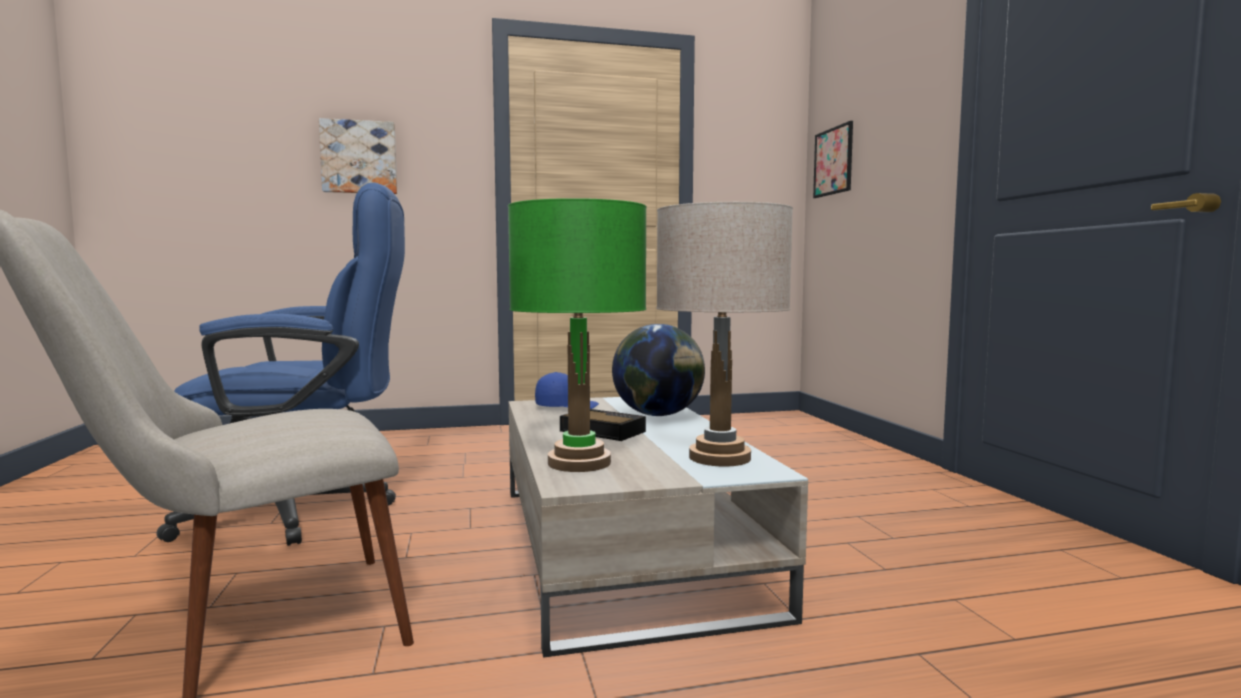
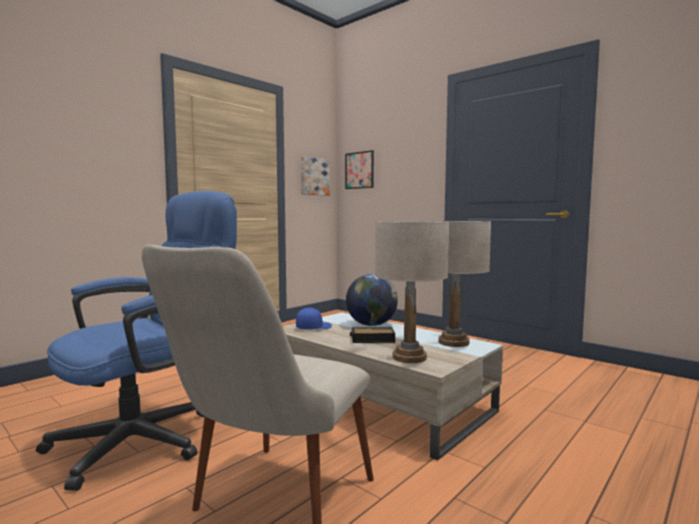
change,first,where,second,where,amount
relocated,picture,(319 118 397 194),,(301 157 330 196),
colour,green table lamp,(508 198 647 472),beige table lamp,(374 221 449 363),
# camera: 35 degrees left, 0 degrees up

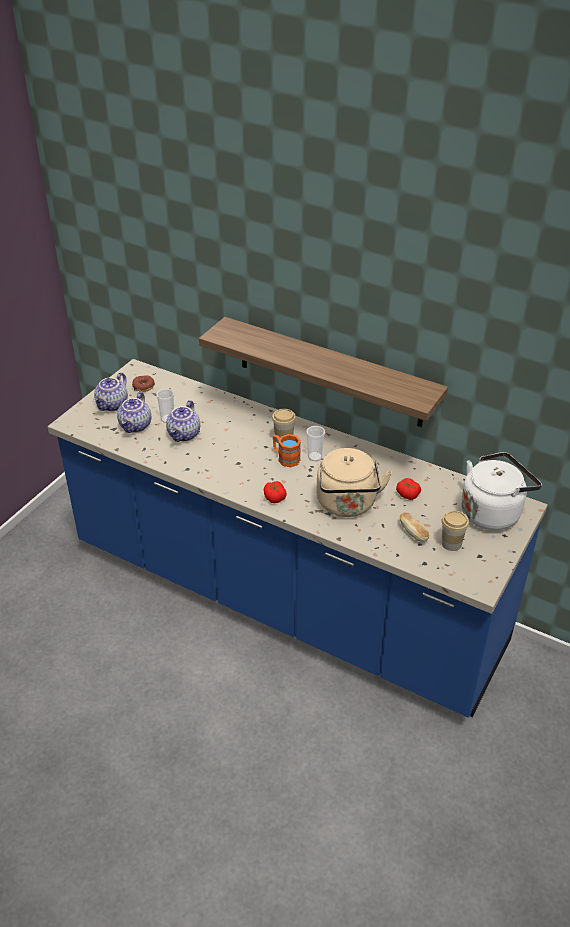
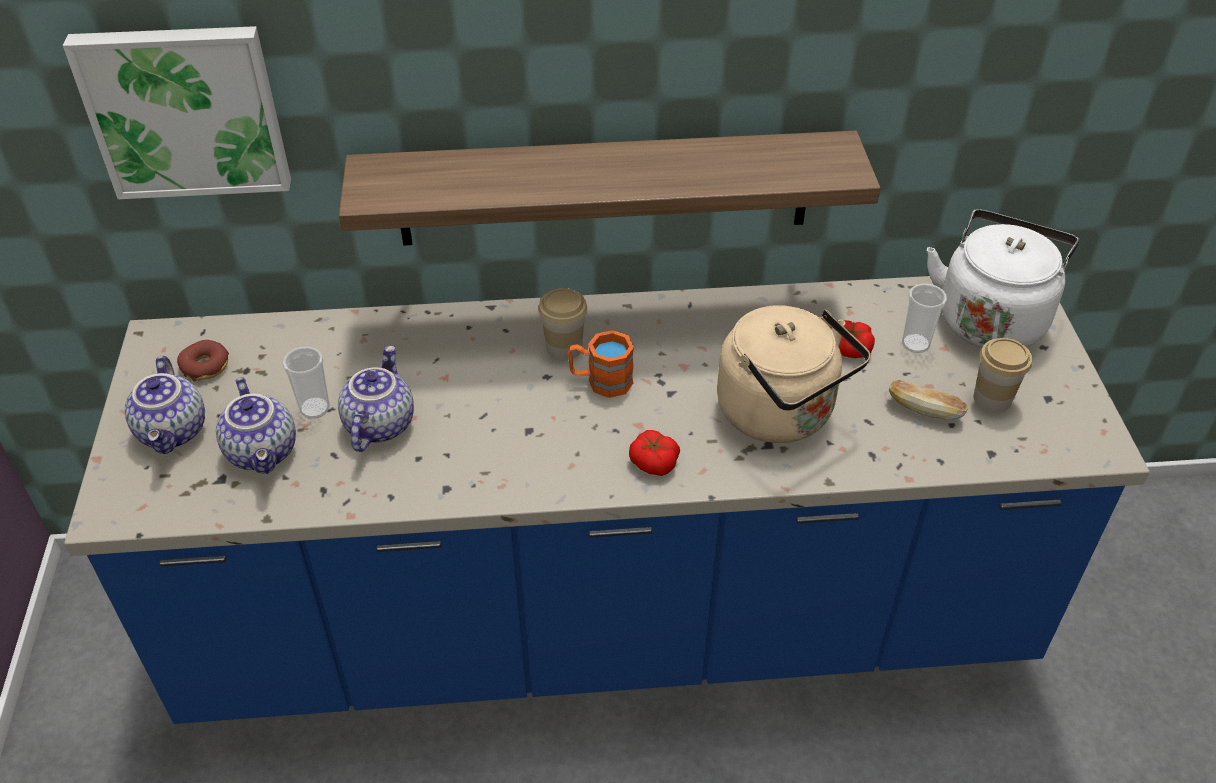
change,first,where,second,where,amount
spun,teapot,(166 400 200 442),,(338 346 414 452),150 degrees counterclockwise
relocated,cup,(306 426 325 461),,(902 283 947 353),
appeared,,,picture,(63 26 291 199),
# camera: 35 degrees left, 5 degrees up

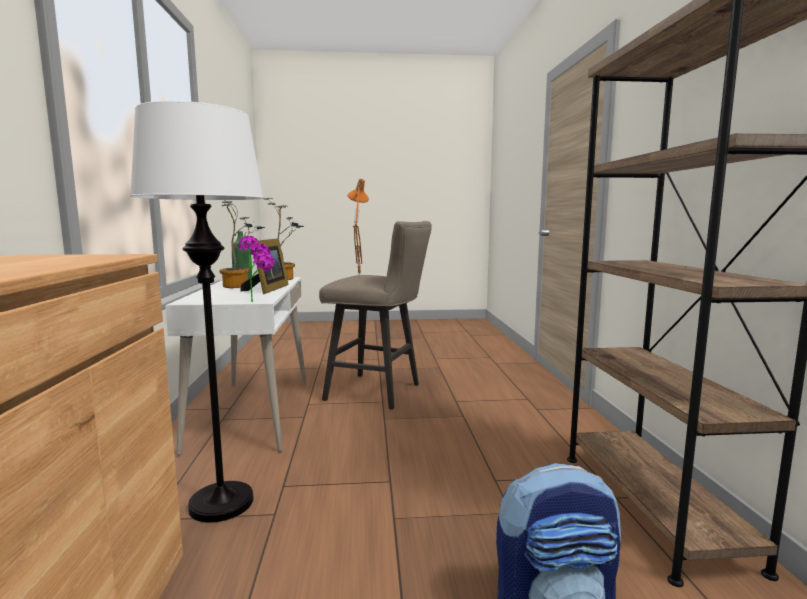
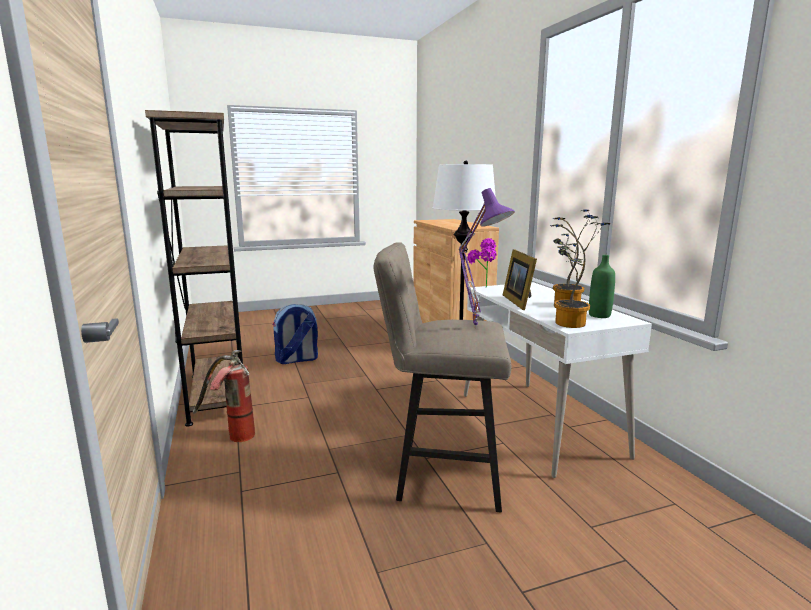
change,first,where,second,where,amount
colour,orange table lamp,(347 179 369 275),purple table lamp,(459 188 515 328),
appeared,,,fire extinguisher,(193 350 255 442),
# camera: 165 degrees right, 5 degrees up

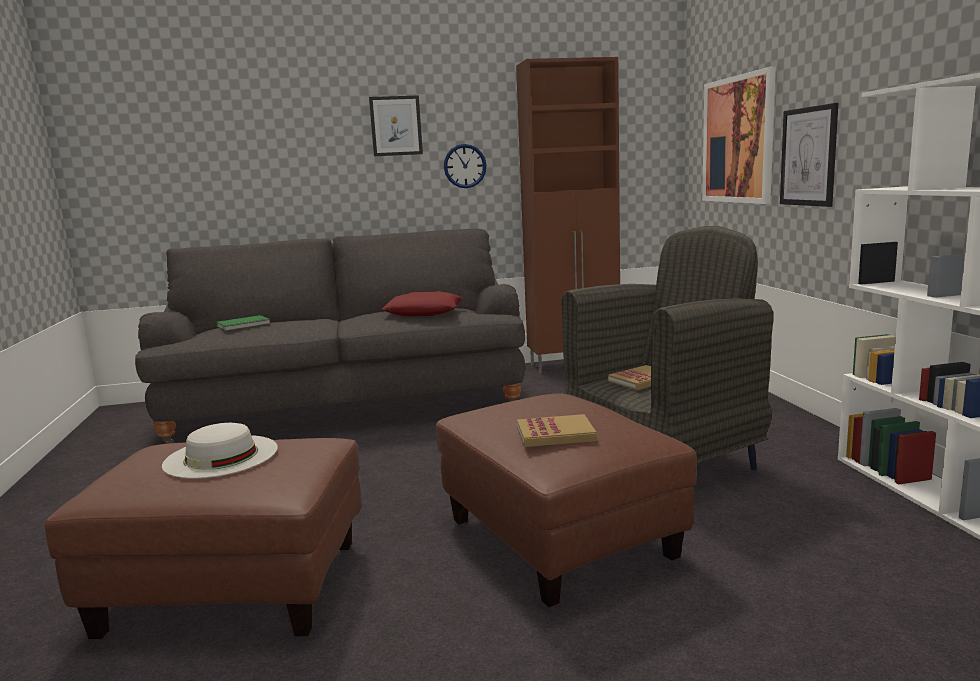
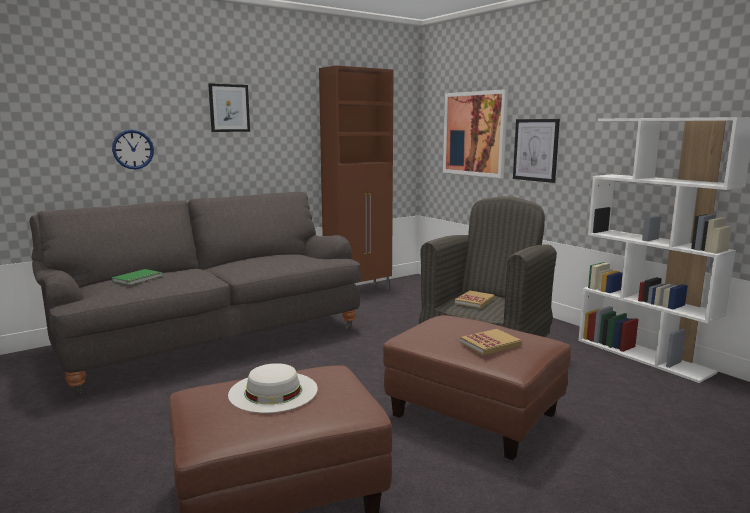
change,first,where,second,where,amount
missing,red pillow,(381 291 463 317),,,
relocated,wall clock,(444 144 487 188),,(112 129 154 170),
# camera: 25 degrees left, 0 degrees up

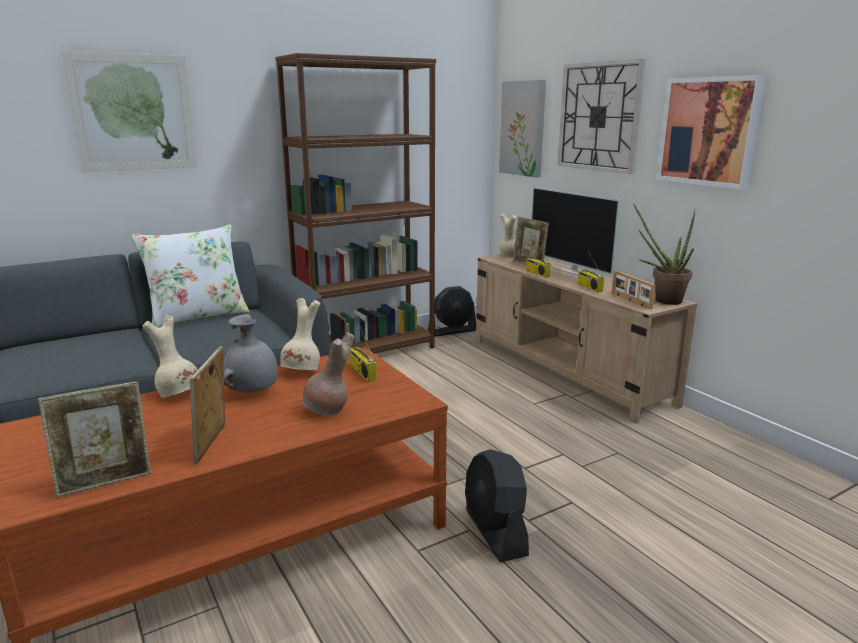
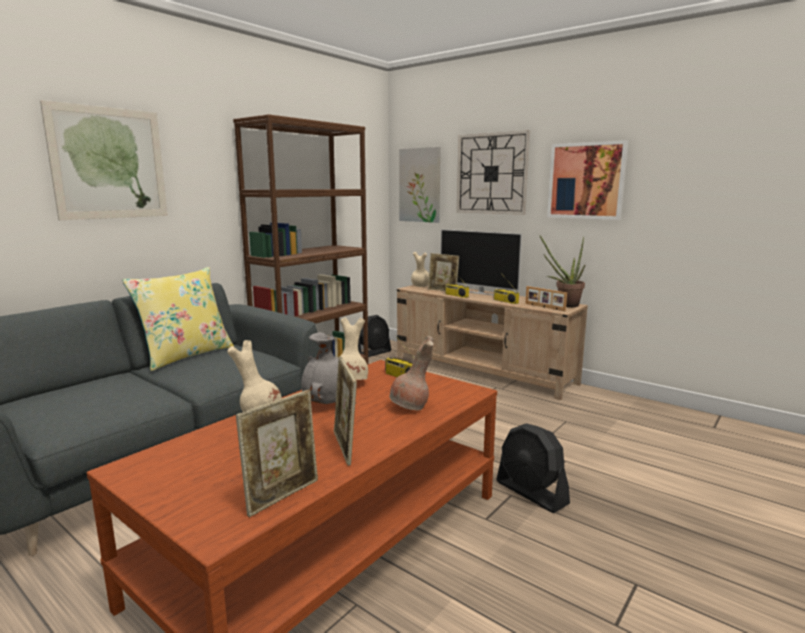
change,first,where,second,where,amount
colour,white pillow,(131 224 250 328),yellow pillow,(122 267 234 371),
# camera: 20 degrees left, 5 degrees down

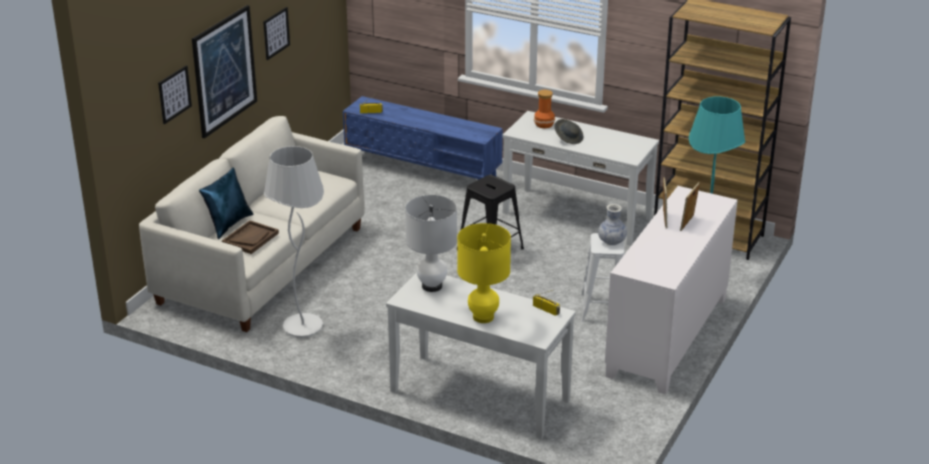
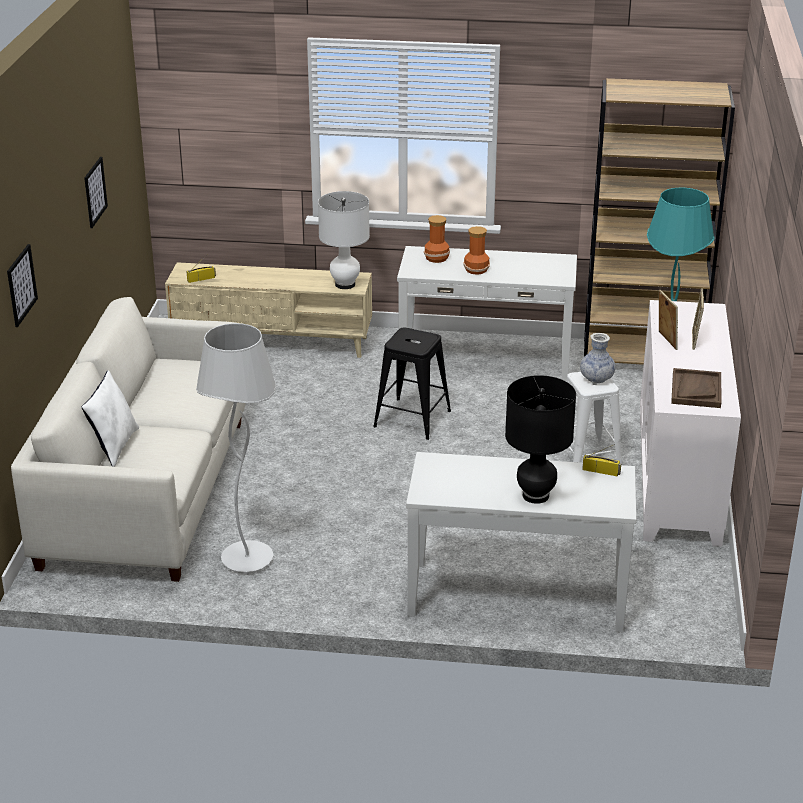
change,first,where,second,where,amount
missing,picture,(191 5 257 138),,,
colour,blue pillow,(199 167 253 239),white pillow,(82 370 139 467),
relocated,brown tray,(222 220 279 254),,(671 368 721 408),
colour,blue tv stand,(343 96 503 180),beige tv stand,(165 262 372 358),
relocated,white table lamp,(405 195 457 292),,(318 191 370 289),
colour,yellow table lamp,(457 223 511 323),black table lamp,(505 375 576 504),
exchanged,grey hat,(554 119 583 144),vase,(463 226 490 275),
# camera: 20 degrees left, 0 degrees up

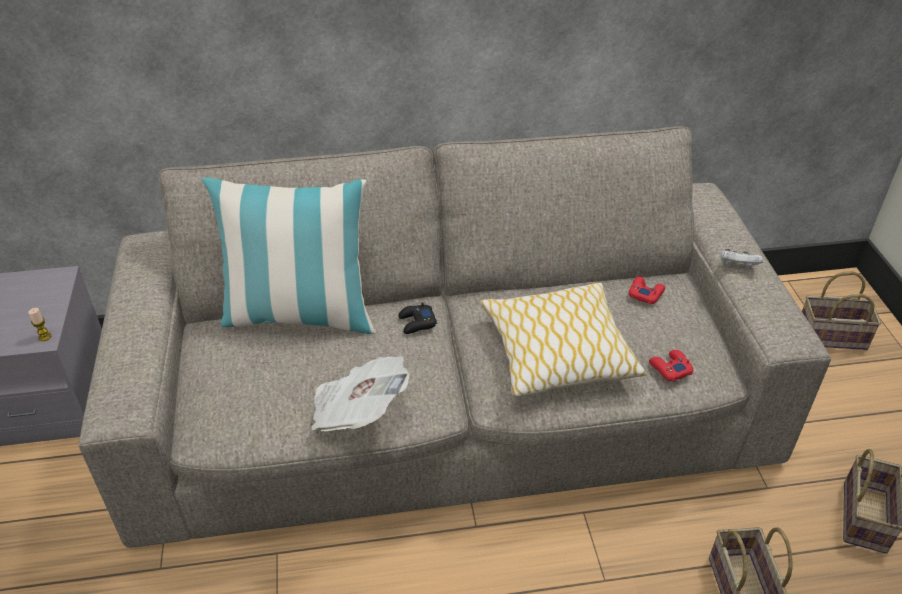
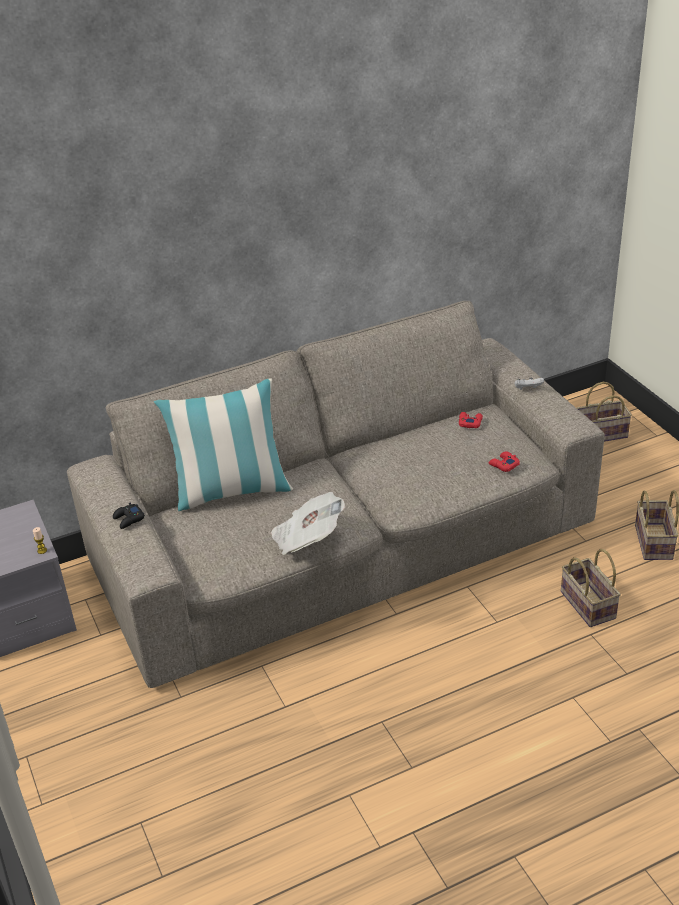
change,first,where,second,where,amount
relocated,black game controller,(398 302 437 334),,(113 503 145 529),
missing,pillow,(480 283 647 397),,,
# camera: 15 degrees left, 5 degrees down

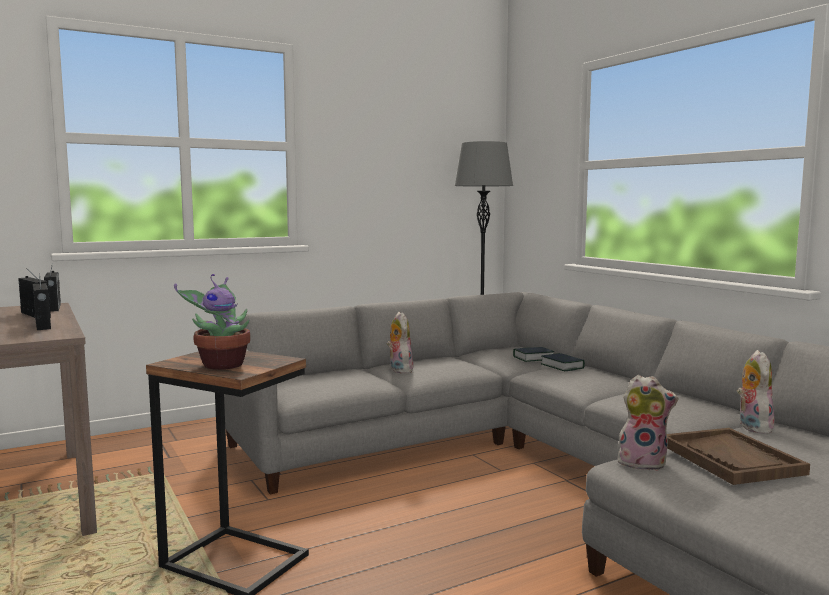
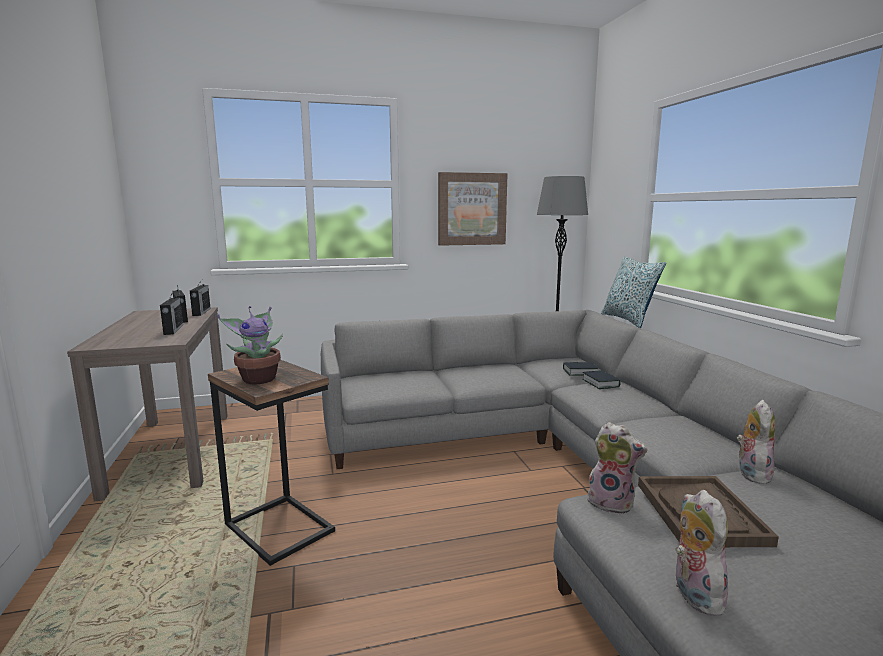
change,first,where,second,where,amount
relocated,plush toy,(387 312 413 373),,(675 490 728 617),
appeared,,,picture,(438 172 508 246),
appeared,,,pillow,(601 257 666 328),
# camera: 15 degrees right, 5 degrees up

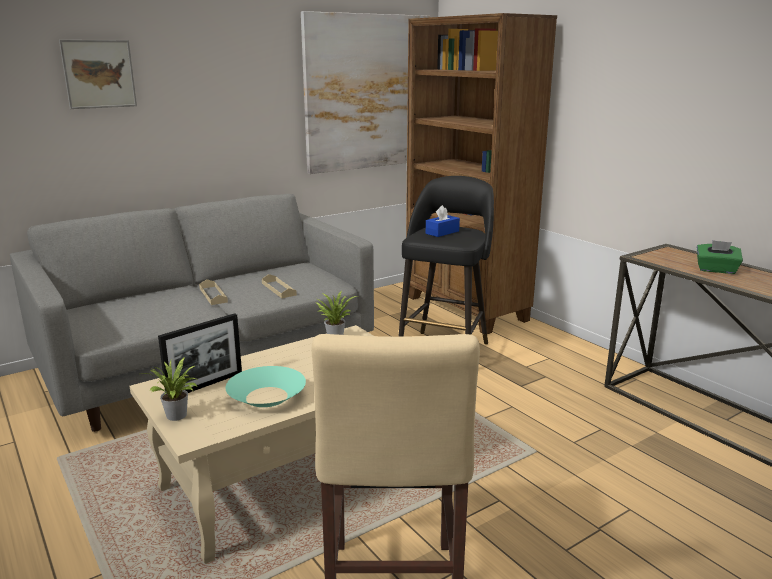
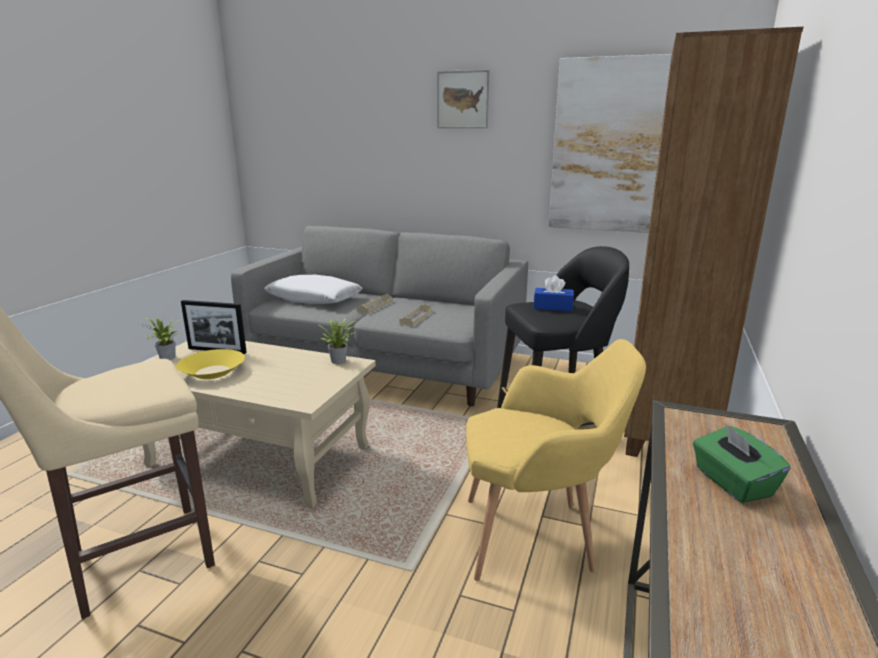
change,first,where,second,where,amount
relocated,picture,(59 40 137 109),,(437 70 489 128),
colour,turquoise bowl,(225 366 306 407),yellow bowl,(176 349 245 379),
appeared,,,white pillow,(264 275 363 304),
appeared,,,yellow armchair,(466 339 646 581),
# camera: 55 degrees right, 0 degrees up

